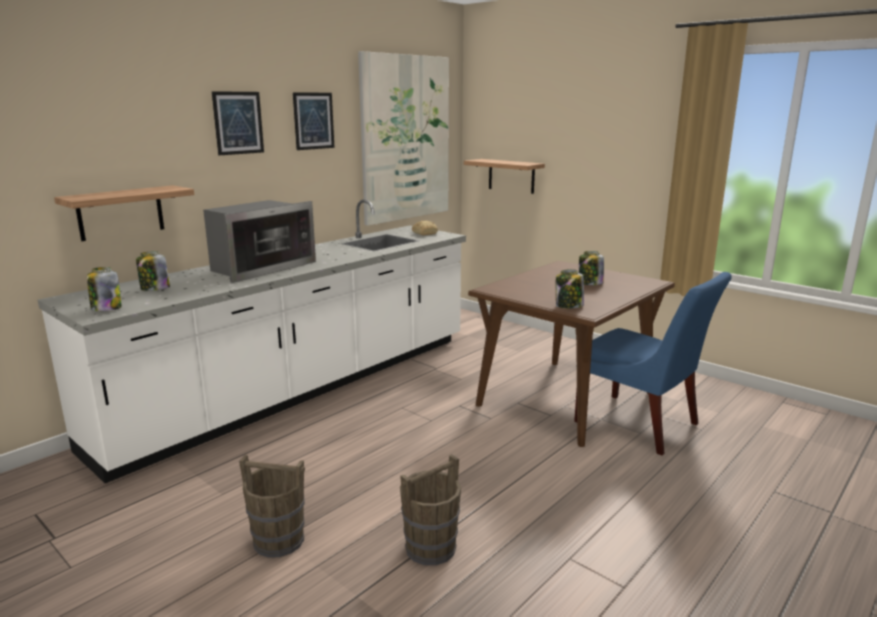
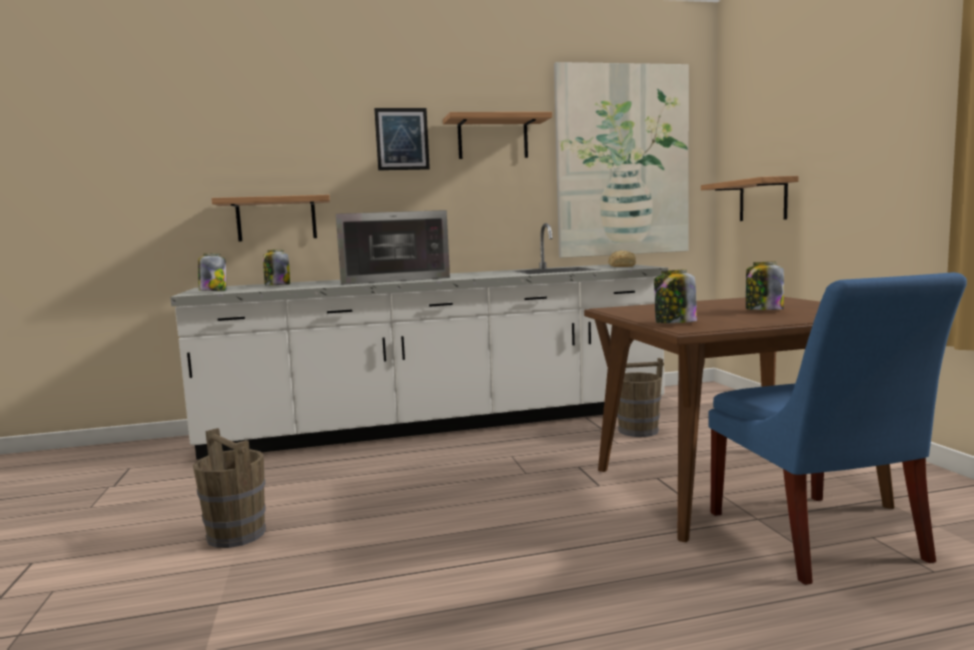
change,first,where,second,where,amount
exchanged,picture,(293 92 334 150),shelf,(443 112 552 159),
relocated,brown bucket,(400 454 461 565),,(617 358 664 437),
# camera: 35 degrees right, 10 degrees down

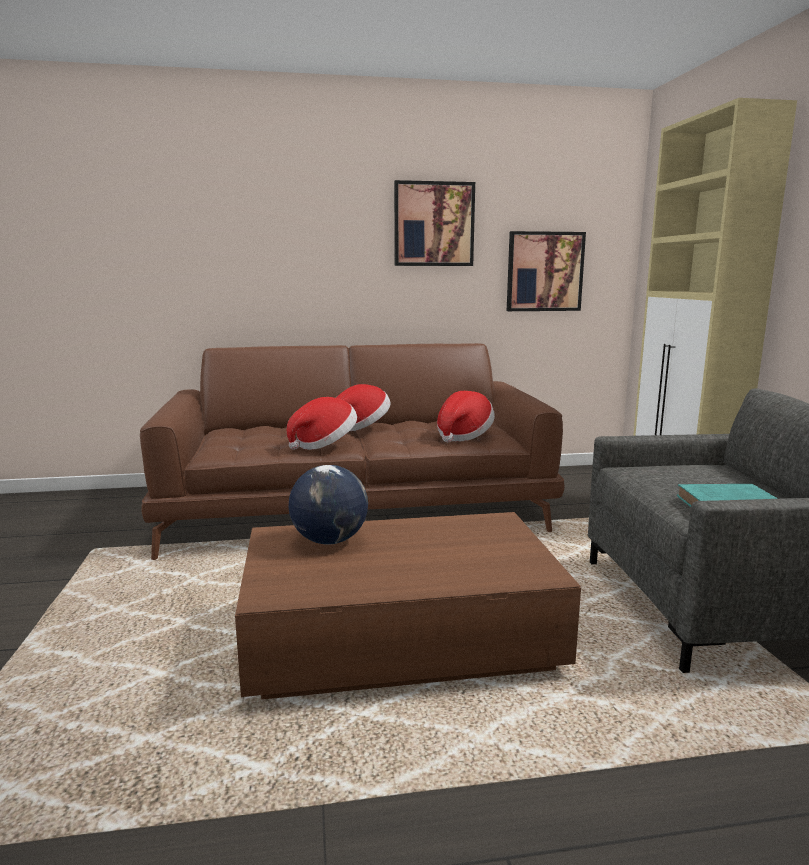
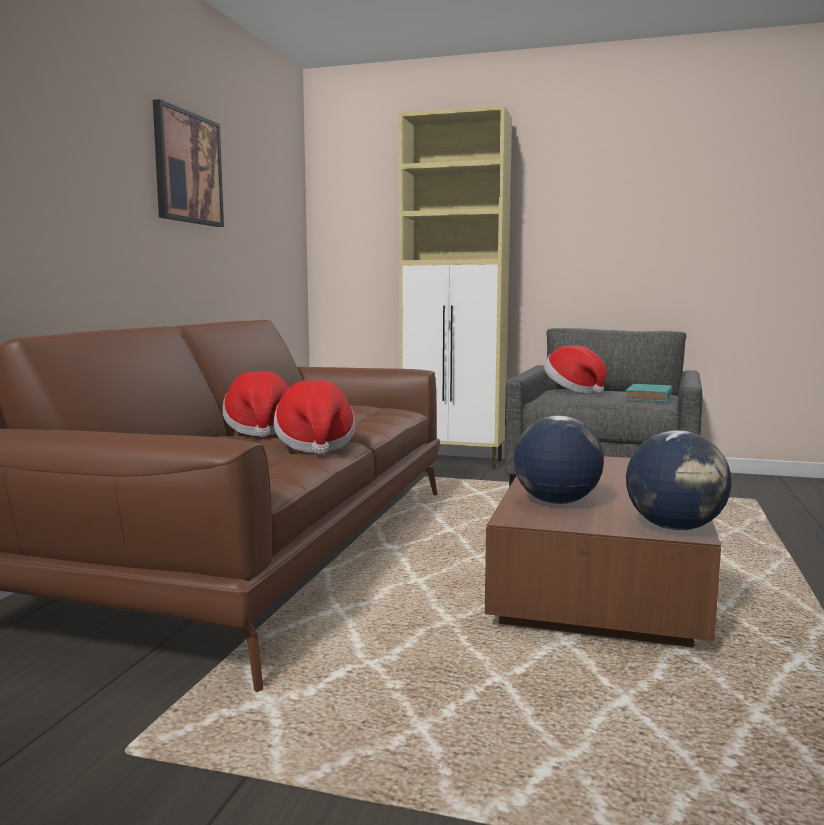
change,first,where,second,where,amount
relocated,hat,(437 391 495 443),,(544 346 606 394),
missing,picture,(507 231 586 311),,,
appeared,,,globe,(626 430 731 530),
# camera: 65 degrees left, 5 degrees down

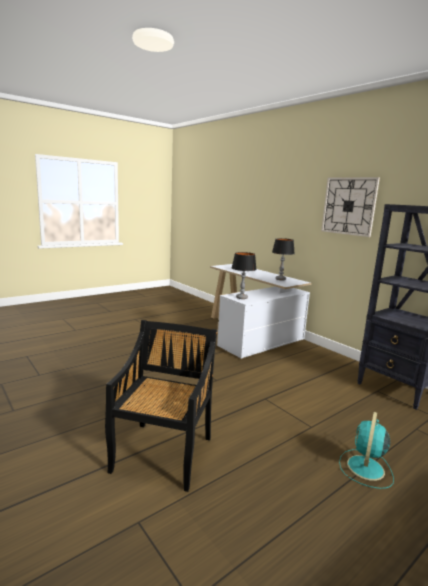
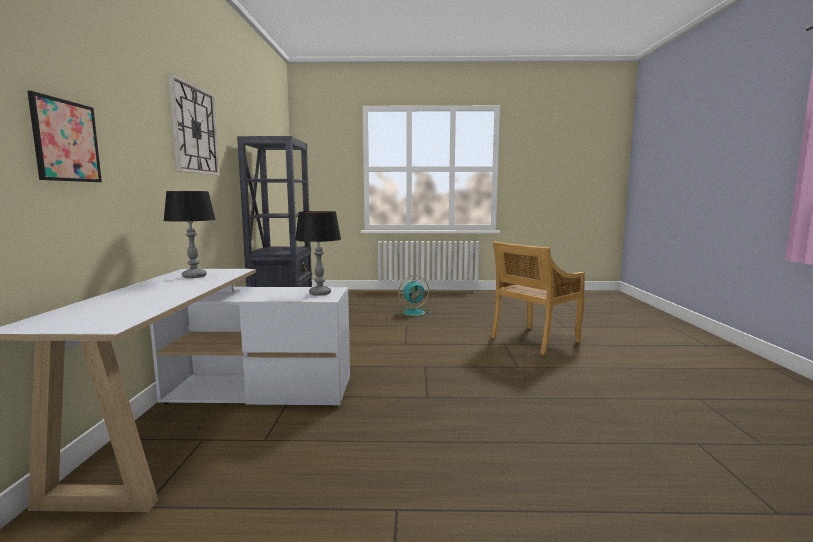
change,first,where,second,where,amount
colour,black chair,(105 320 217 492),beige chair,(491 241 585 355),
appeared,,,picture,(27 91 102 182),
# camera: 140 degrees left, 5 degrees down

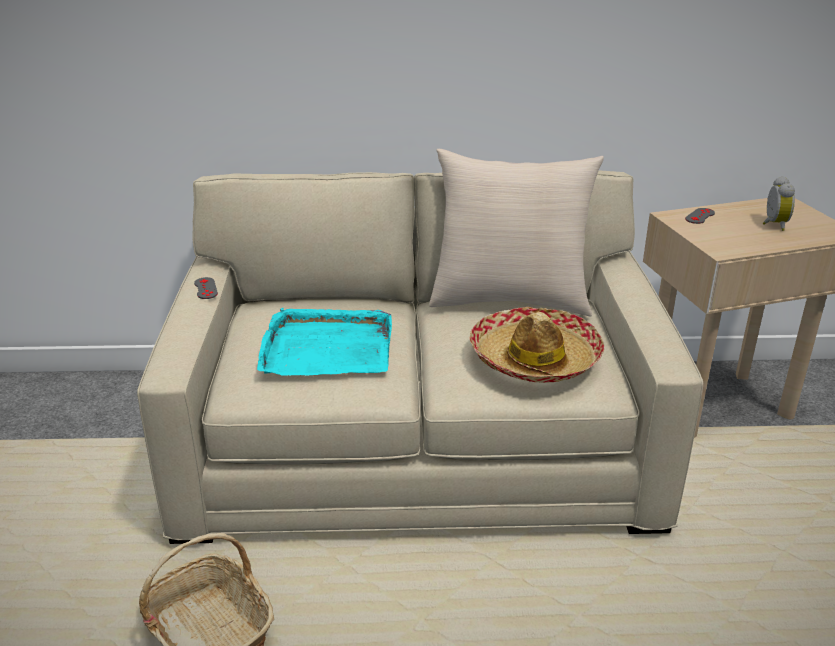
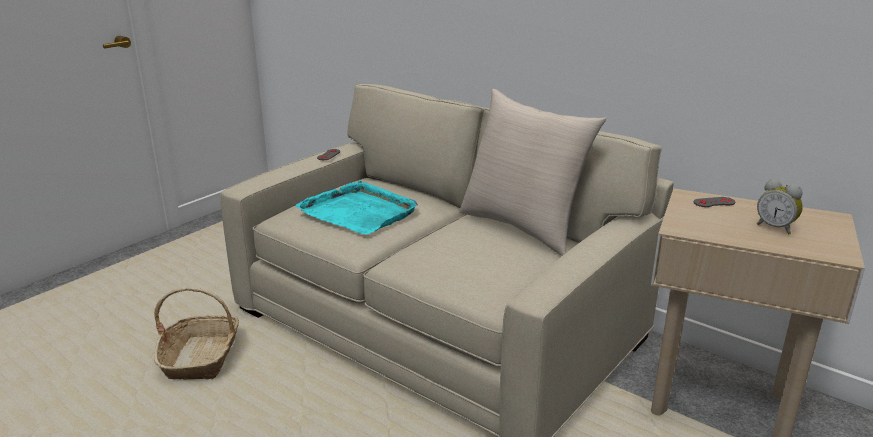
change,first,where,second,where,amount
missing,hat,(470 307 604 383),,,
spun,alarm clock,(763 176 795 231),,(757 179 803 235),90 degrees clockwise
# camera: 40 degrees right, 5 degrees down

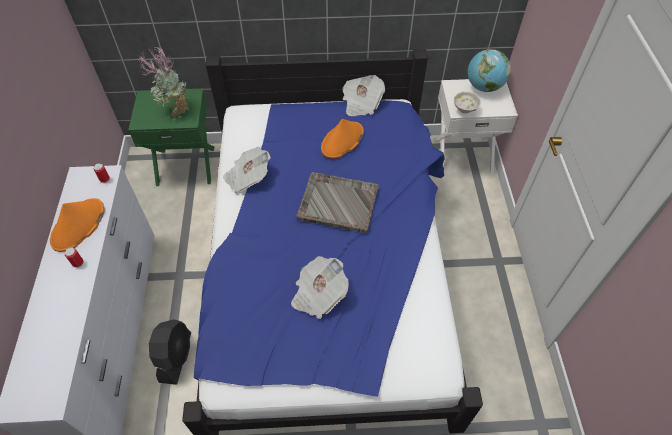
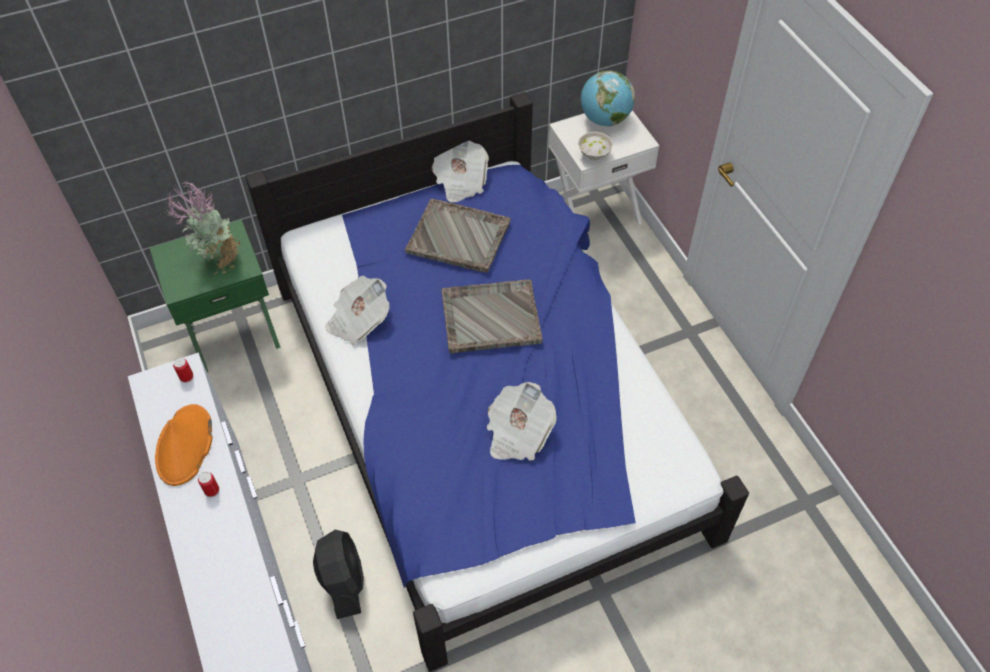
change,first,where,second,where,amount
exchanged,orange hat,(321 119 364 159),grey tray,(405 199 511 273),
# camera: 20 degrees left, 0 degrees up

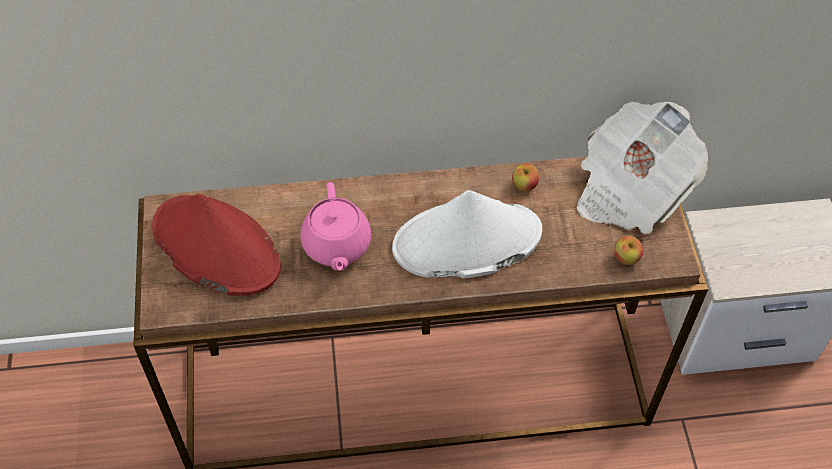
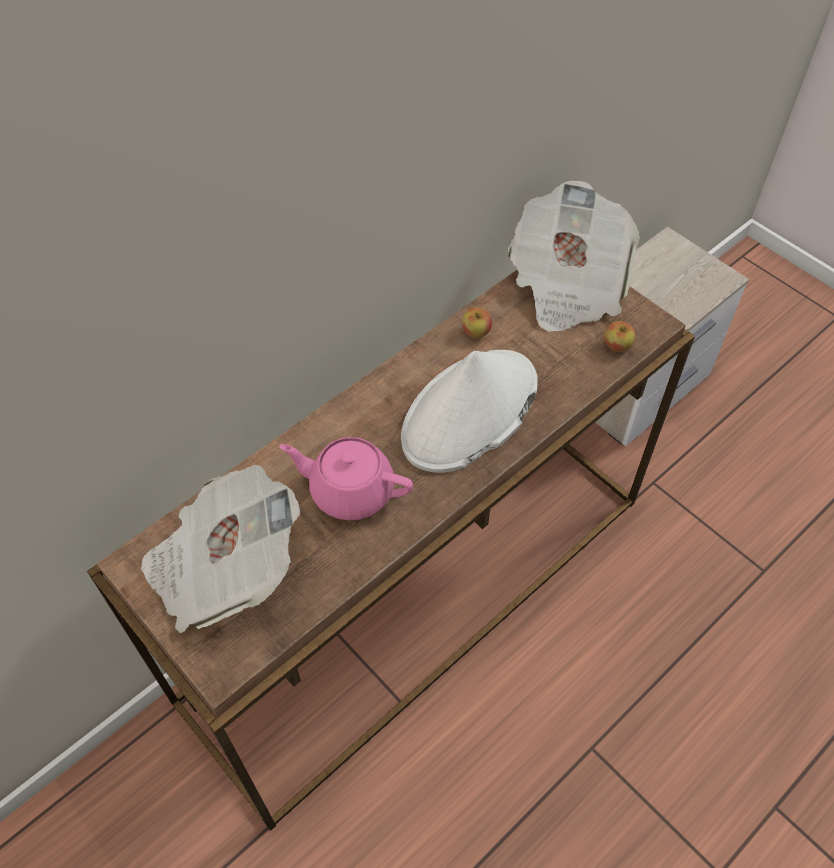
change,first,where,second,where,amount
exchanged,red hat,(152 193 281 296),newspaper,(141 465 300 633),
spun,pink teapot,(300 182 371 271),,(279 437 413 520),150 degrees clockwise
# camera: 35 degrees left, 0 degrees up

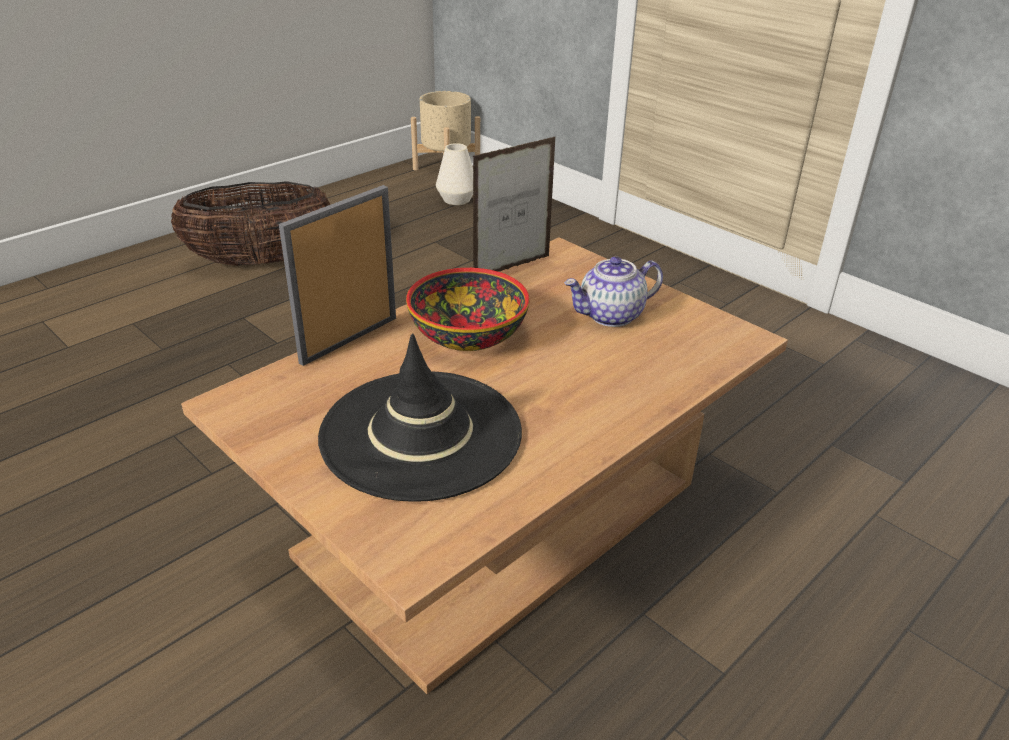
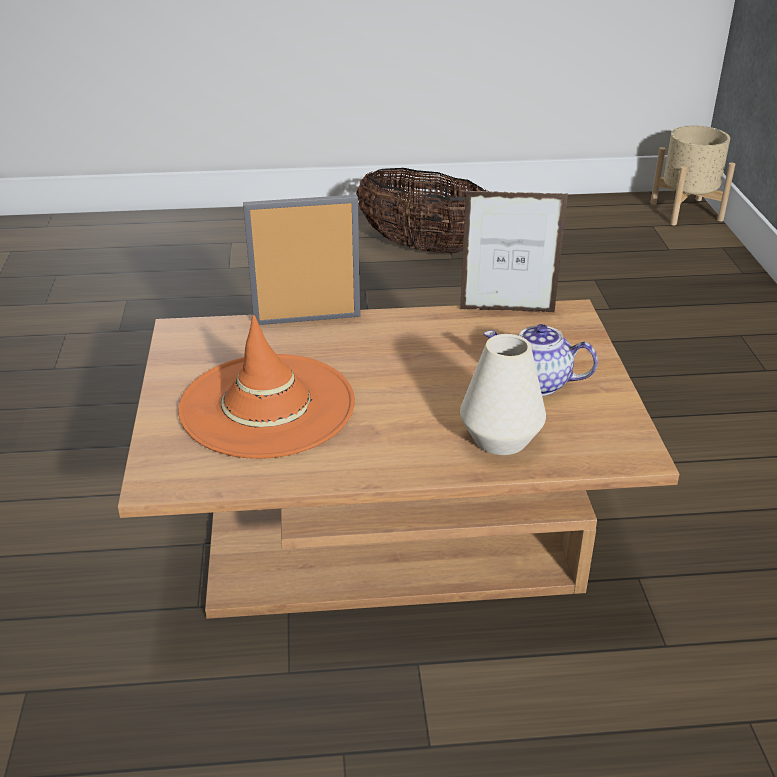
change,first,where,second,where,amount
colour,black hat,(318 333 522 502),orange hat,(178 315 355 459),
missing,bowl,(406 268 530 351),,,
relocated,white vase,(436 143 473 205),,(460 334 546 455),
# camera: 40 degrees right, 0 degrees up

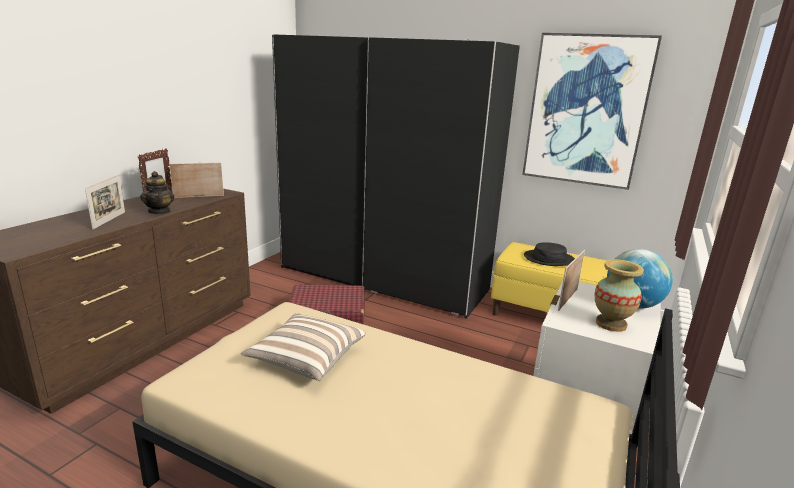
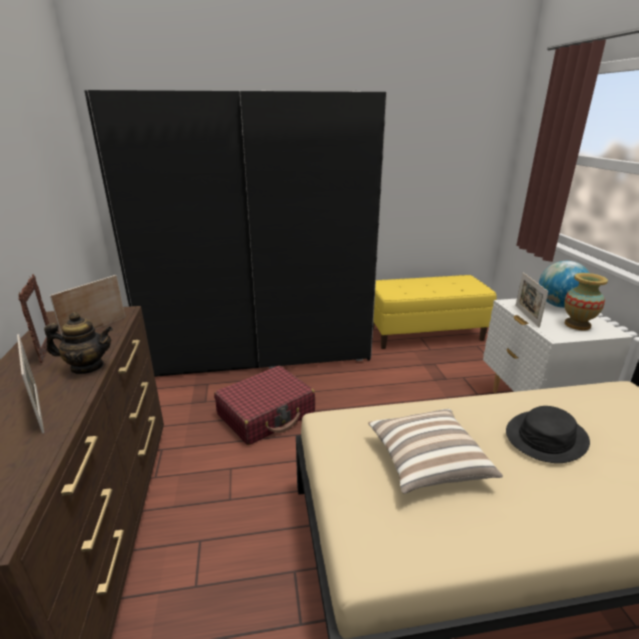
change,first,where,second,where,amount
spun,teapot,(140 171 174 214),,(44 312 113 374),45 degrees counterclockwise
missing,picture,(522 33 662 190),,,
relocated,black hat,(524 242 575 266),,(506 406 590 463),
# camera: 35 degrees left, 5 degrees up

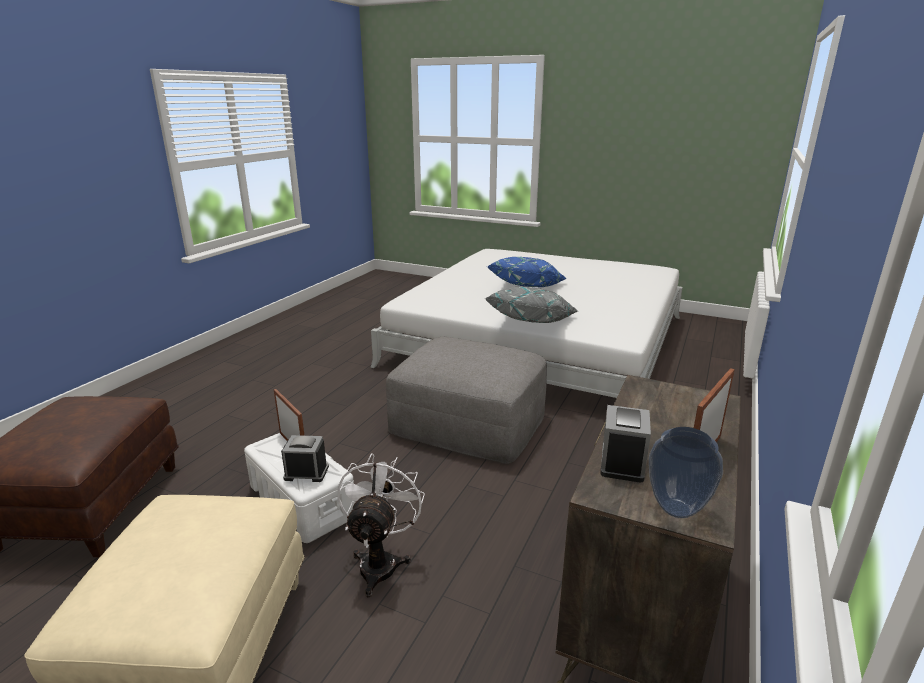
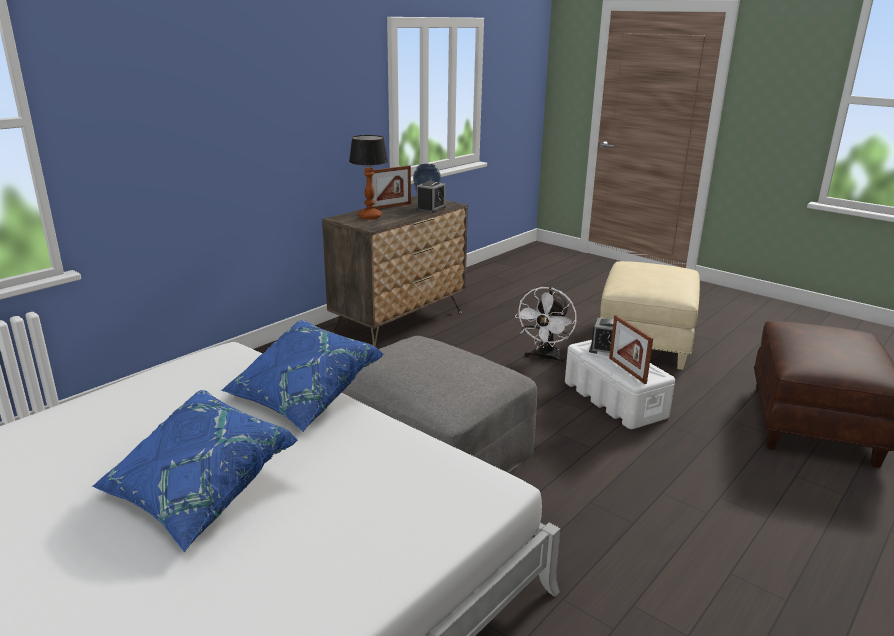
change,first,where,second,where,amount
colour,grey pillow,(484 287 578 323),blue pillow,(221 320 384 432),
appeared,,,table lamp,(349 135 388 219),
# camera: 165 degrees left, 0 degrees up

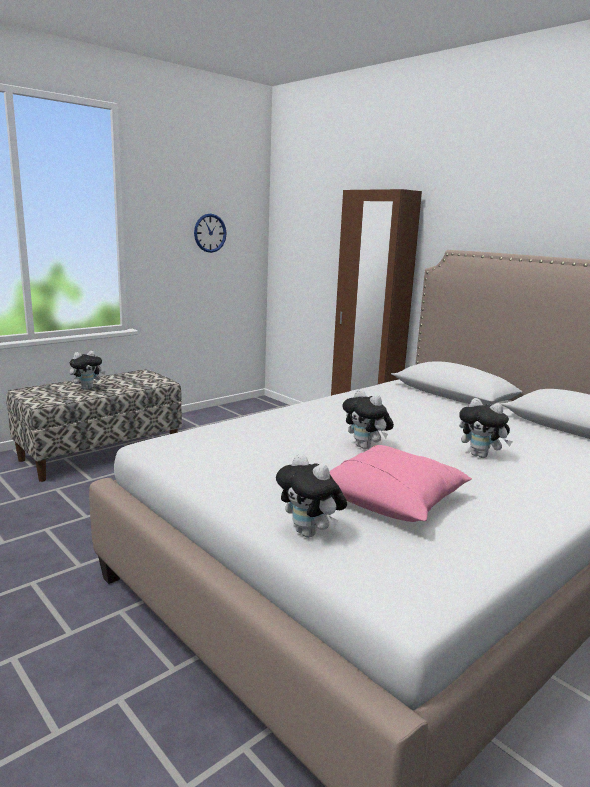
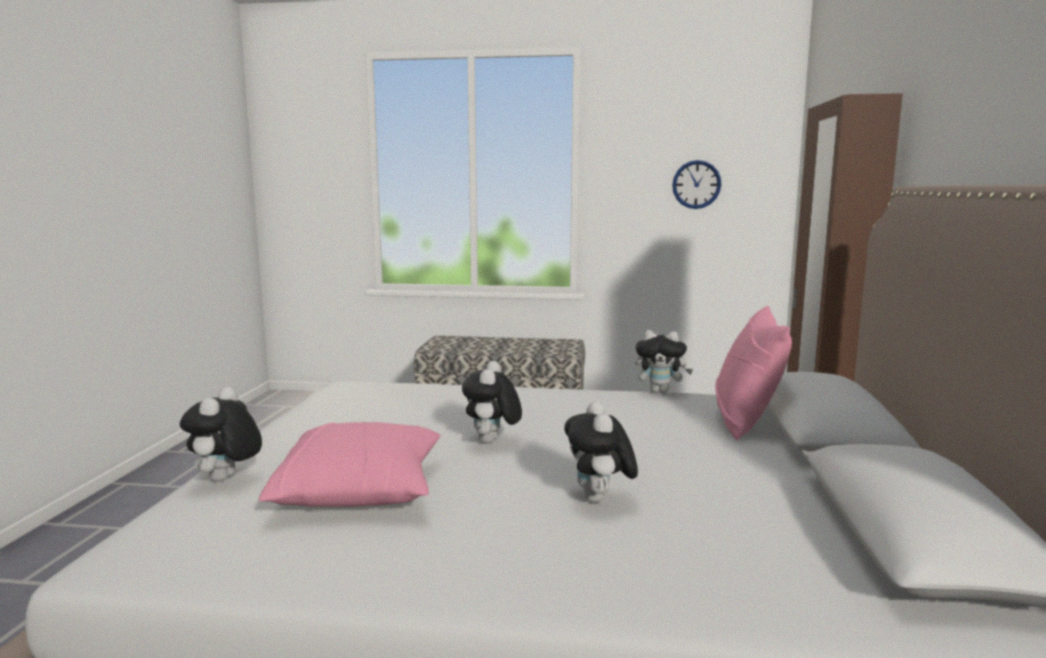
change,first,where,second,where,amount
relocated,plush toy,(70 351 106 390),,(634 330 693 393),
appeared,,,pink pillow,(715 306 792 441),
# camera: 50 degrees right, 5 degrees down

